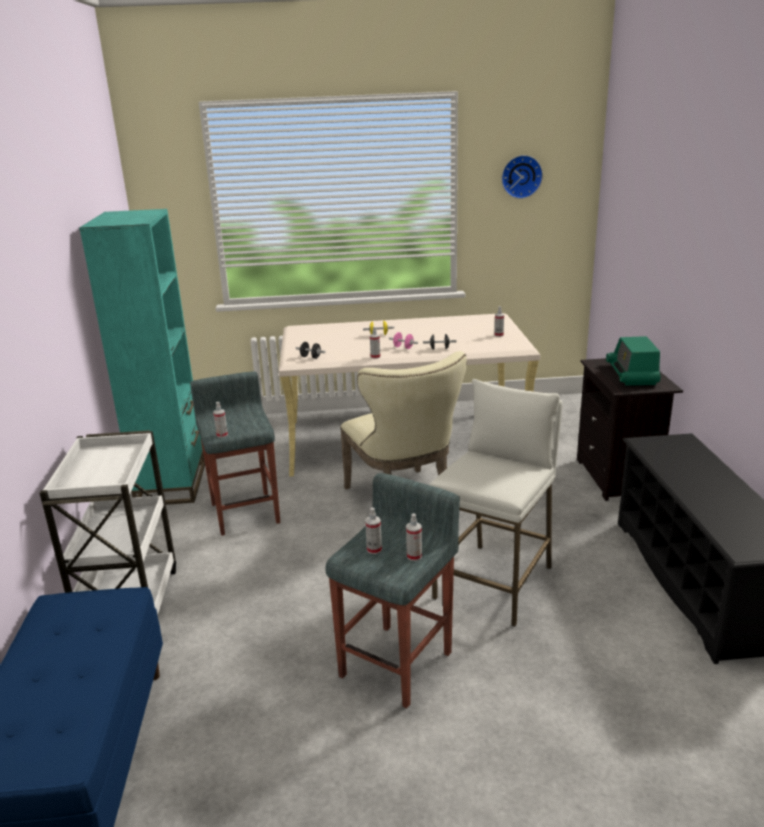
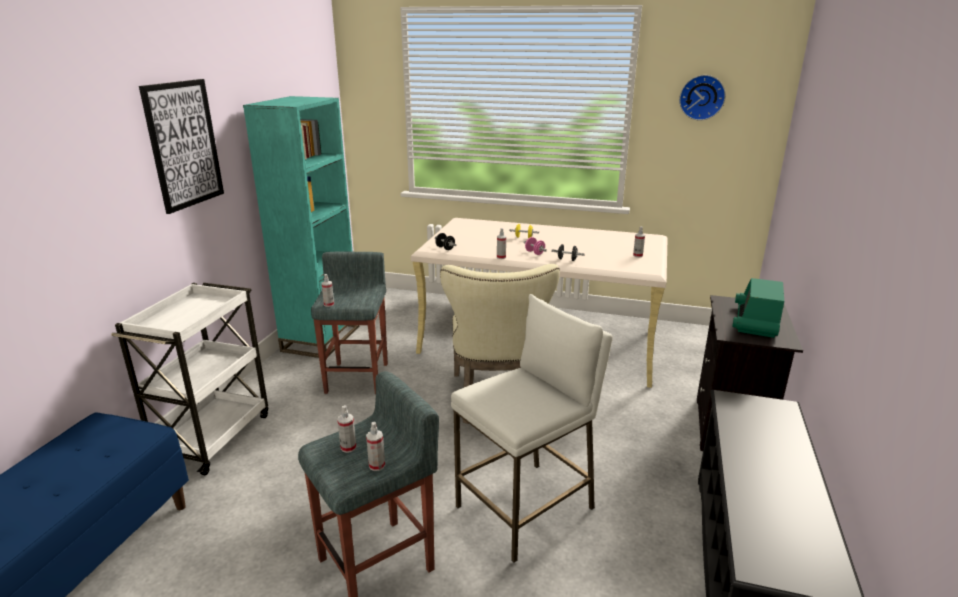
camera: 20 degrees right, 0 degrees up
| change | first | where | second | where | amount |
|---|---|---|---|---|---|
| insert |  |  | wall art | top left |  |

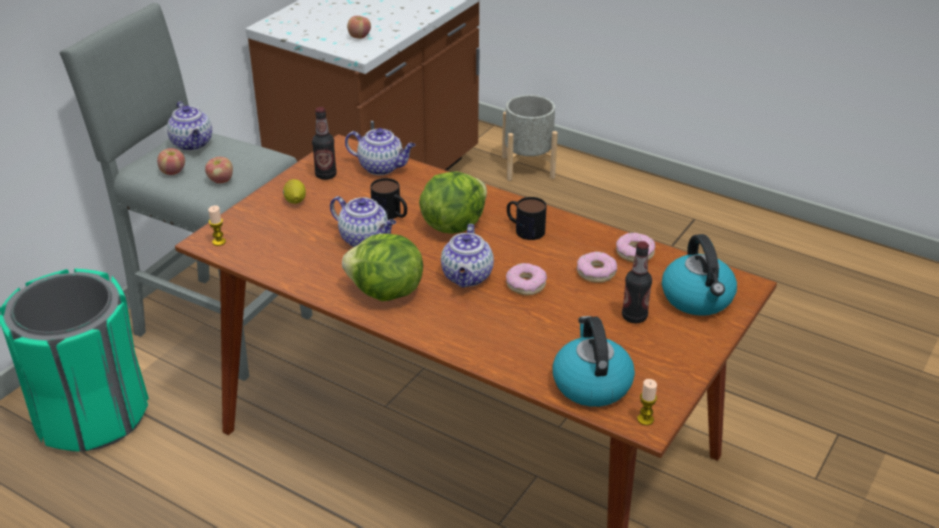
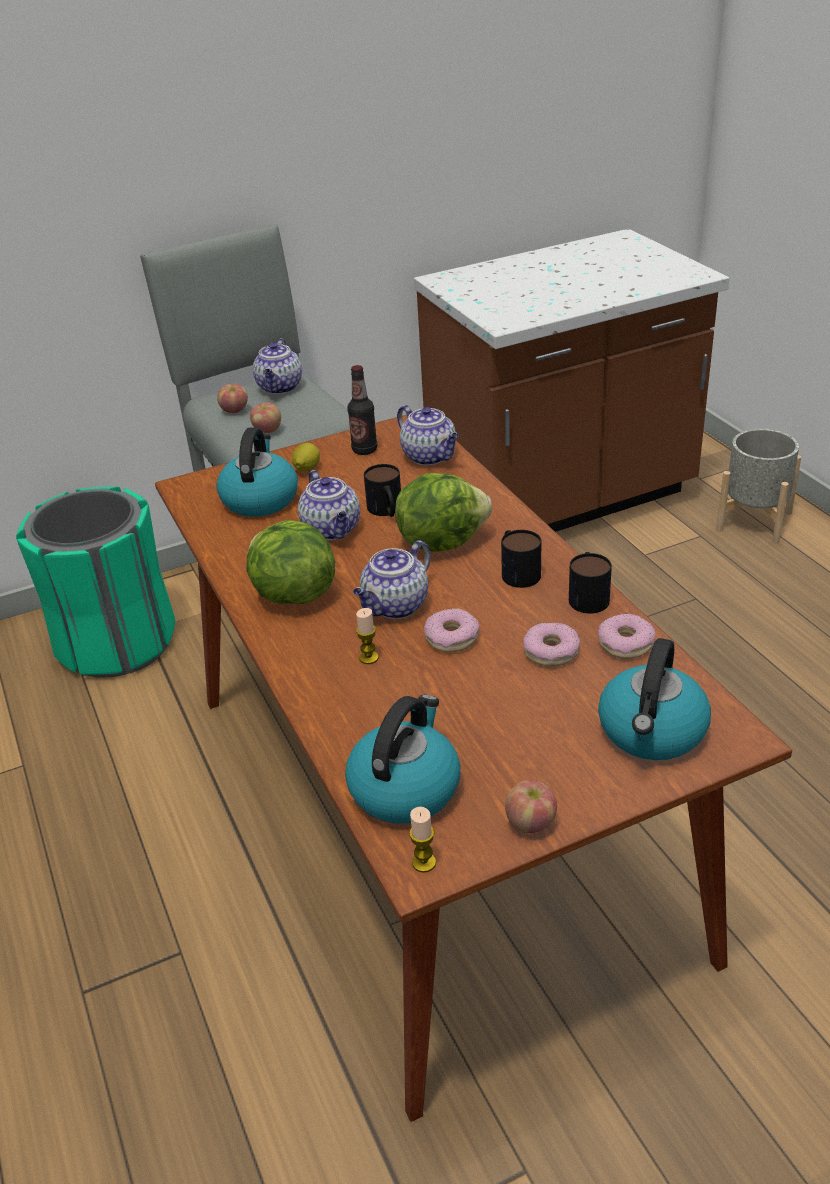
camera: 35 degrees right, 0 degrees up
| change | first | where | second | where | amount |
|---|---|---|---|---|---|
| move | whole apple (3rd from left) | top centre |  | bottom centre |  |
| move | candle (1st from left) | middle left |  | centre |  |
| delete | drink bottle (2nd from left) | middle right |  |  |  |
| insert |  |  | water kettle (1st from left) | middle left |  |
| insert |  |  | mug (3rd from left) | middle right |  |

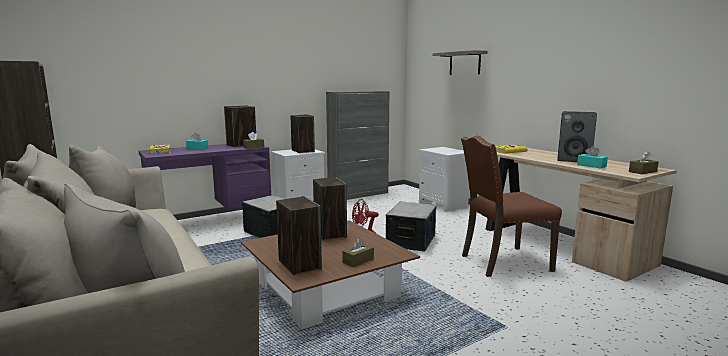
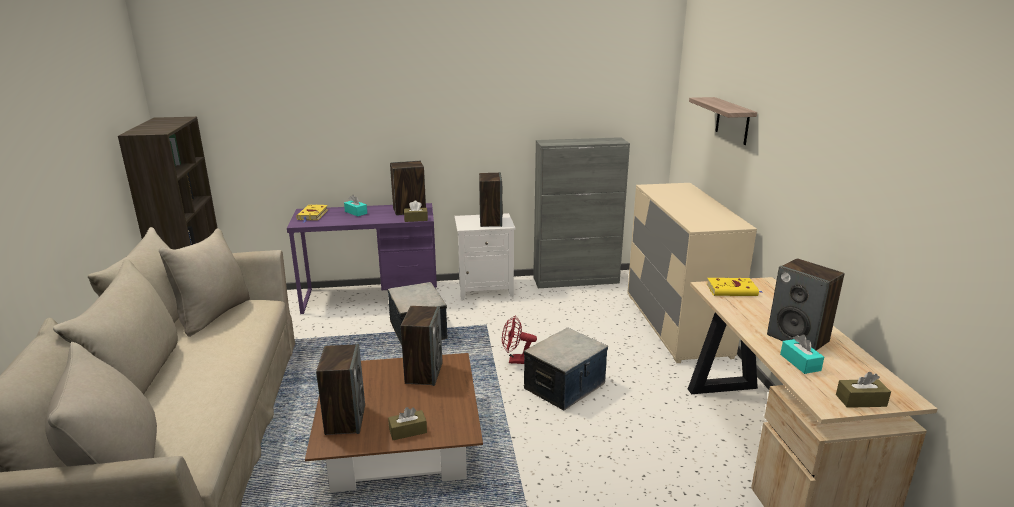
camera: 25 degrees right, 10 degrees up
| change | first | where | second | where | amount |
|---|---|---|---|---|---|
| delete | brownish upright chair | middle right |  |  |  |
| replace | whitish night table (2nd from left) | centre | beige-coloured drawer chest | middle right |  |

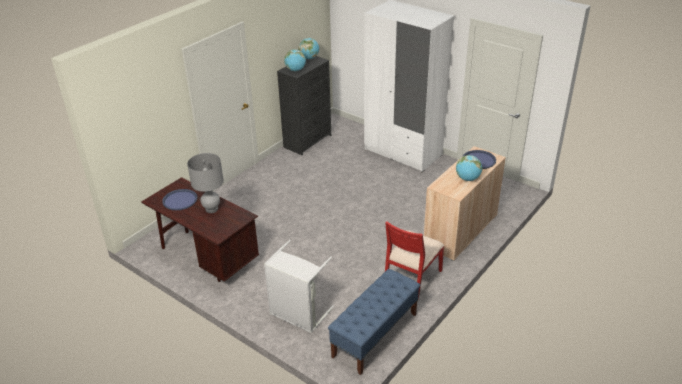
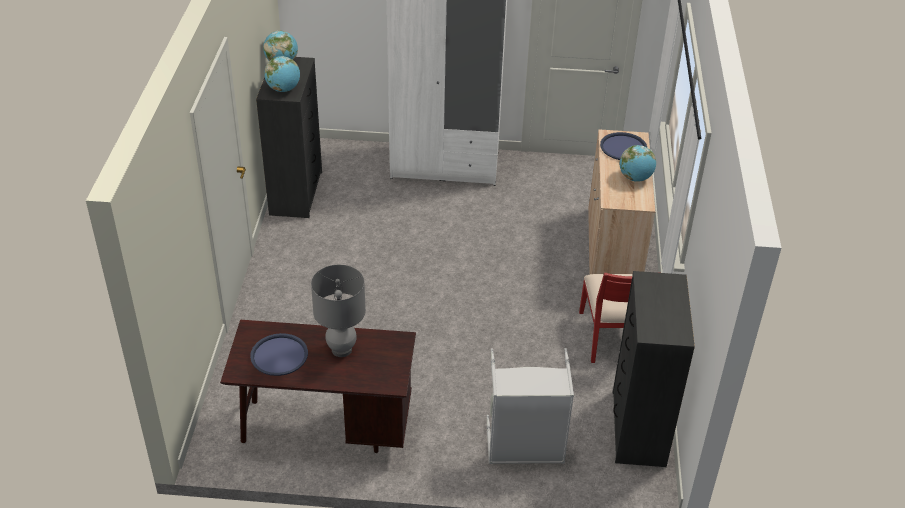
camera: 35 degrees left, 5 degrees up
| change | first | where | second | where | amount |
|---|---|---|---|---|---|
| replace | blue indoor bench | bottom centre | blackish drawer chest (2nd from left) | bottom right |  |

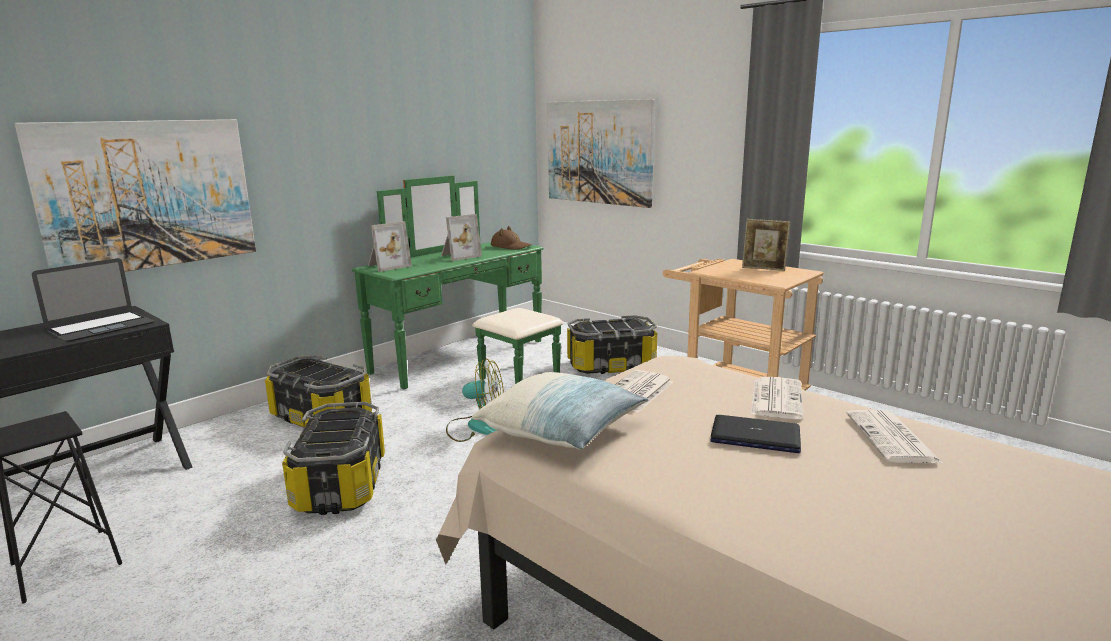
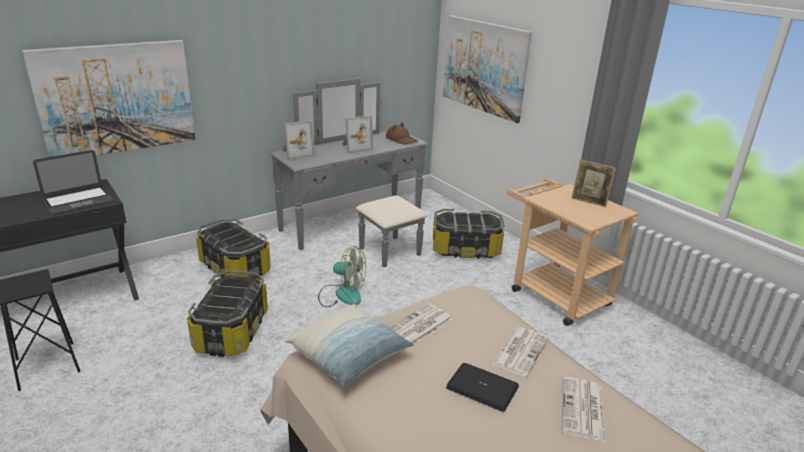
camera: 10 degrees right, 10 degrees up
| change | first | where | second | where | amount |
|---|---|---|---|---|---|
| recolor | greenish drawer chest | centre | gray drawer chest | centre |  |

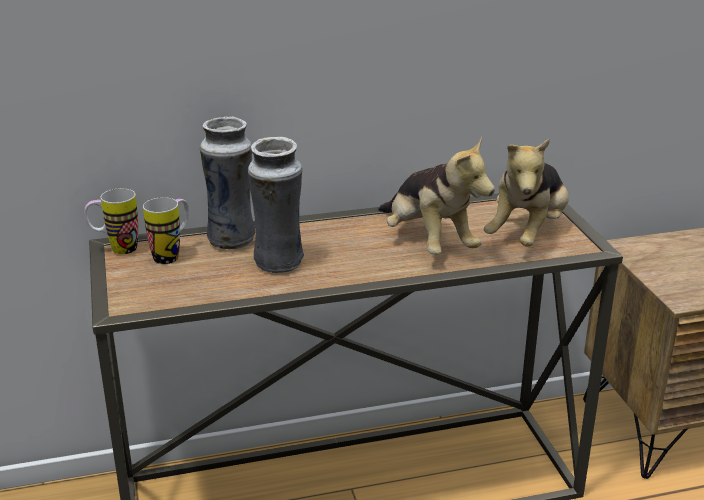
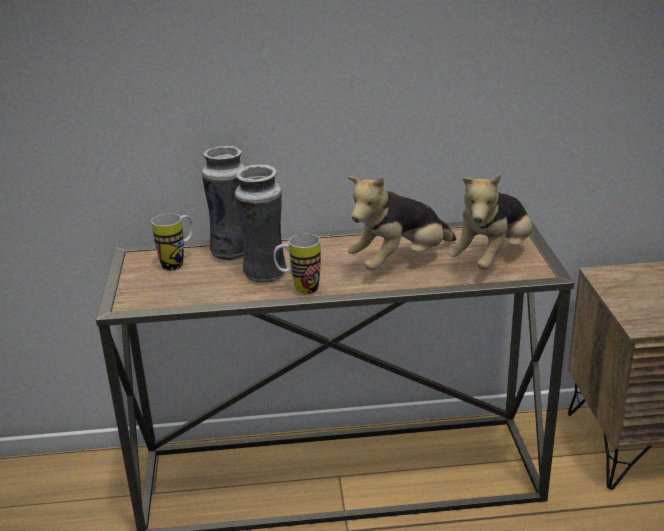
camera: 10 degrees right, 0 degrees up
| change | first | where | second | where | amount |
|---|---|---|---|---|---|
| rotate | plush toy (1st from left) | centre |  | centre | 75 degrees clockwise |
| move | mug (1st from left in the first image) | middle left | mug (2nd from left) | centre |  |

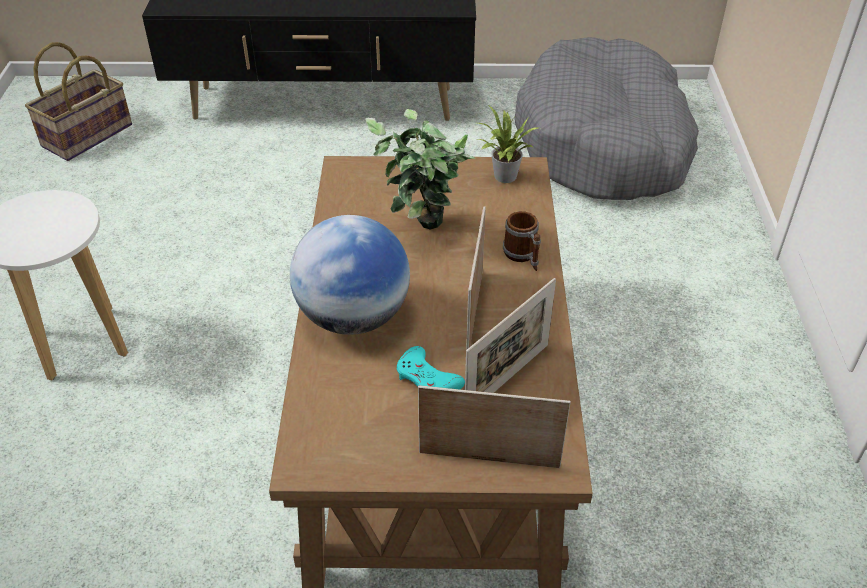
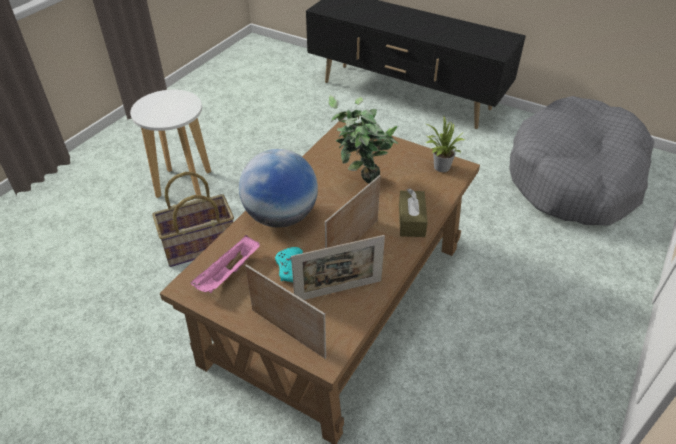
camera: 30 degrees right, 0 degrees up
| change | first | where | second | where | amount |
|---|---|---|---|---|---|
| move | basket | top left |  | middle left |  |
| replace | mug | centre | brownish box of tissues | centre |  |
| insert |  |  | pink-coloured tray | middle left |  |

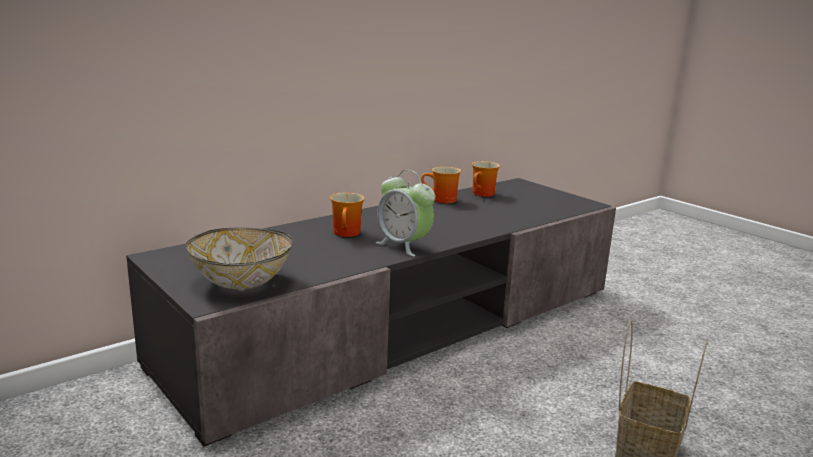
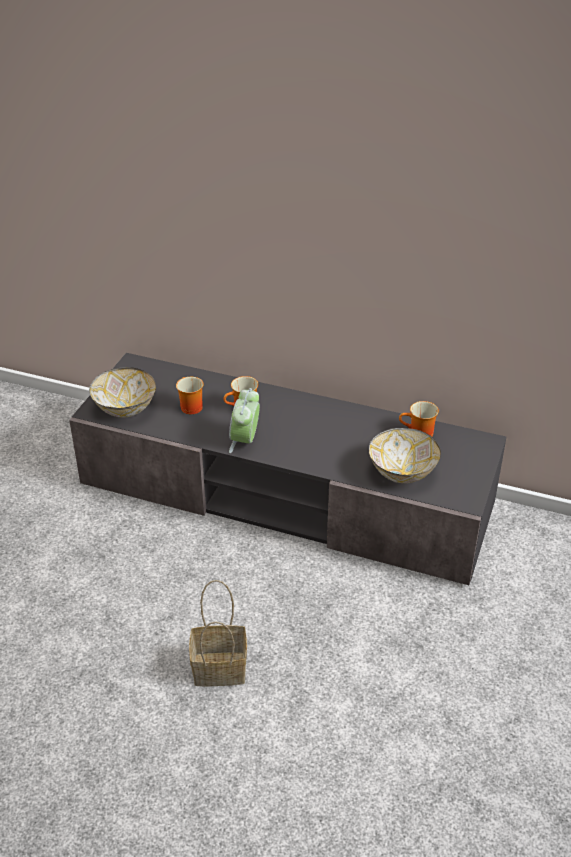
camera: 60 degrees right, 20 degrees up
| change | first | where | second | where | amount |
|---|---|---|---|---|---|
| move | mug (2nd from left in the first image) | centre | mug (1st from left) | middle left |  |
| insert |  |  | bowl (2nd from left) | middle right |  |

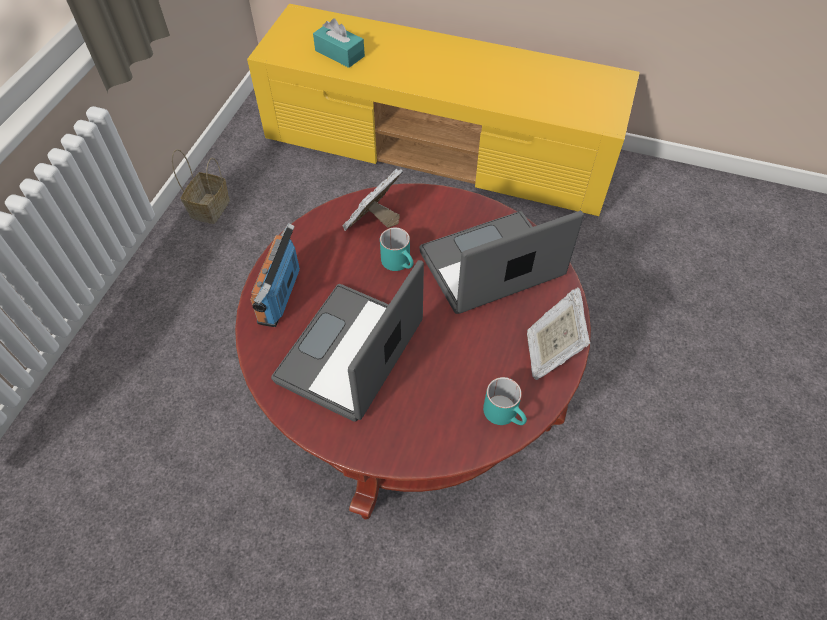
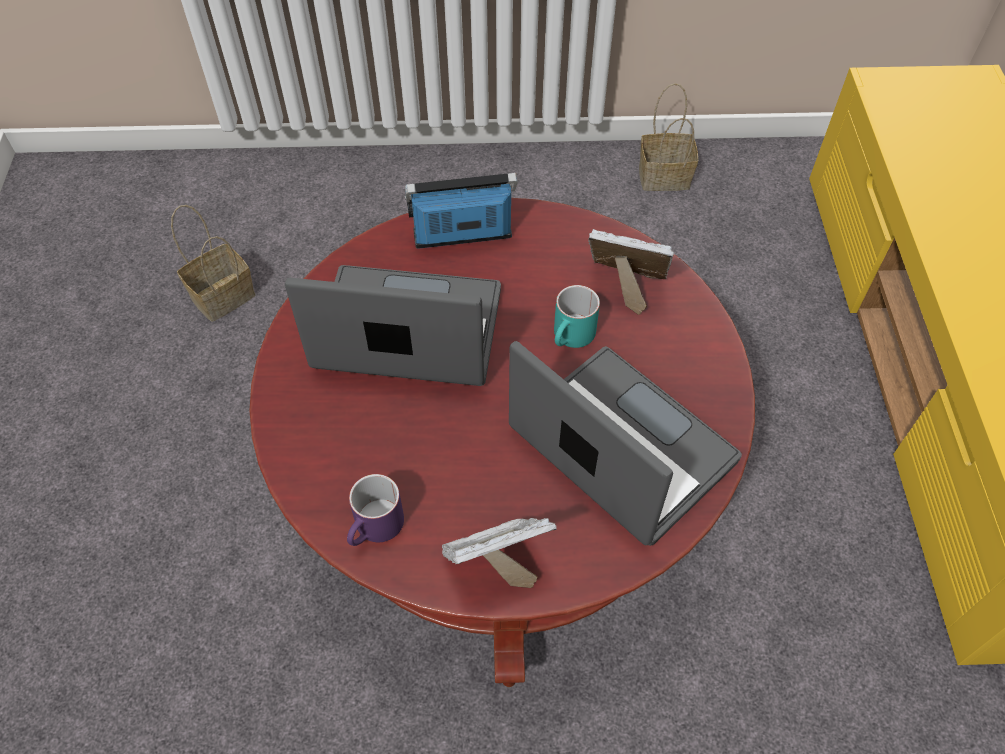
camera: 70 degrees right, 0 degrees up
| change | first | where | second | where | amount |
|---|---|---|---|---|---|
| delete | blue-green box of tissues | top centre |  |  |  |
| recolor | blue-green mug (2nd from left) | centre | purple mug | bottom centre |  |
| insert |  |  | basket (1st from left) | middle left |  |

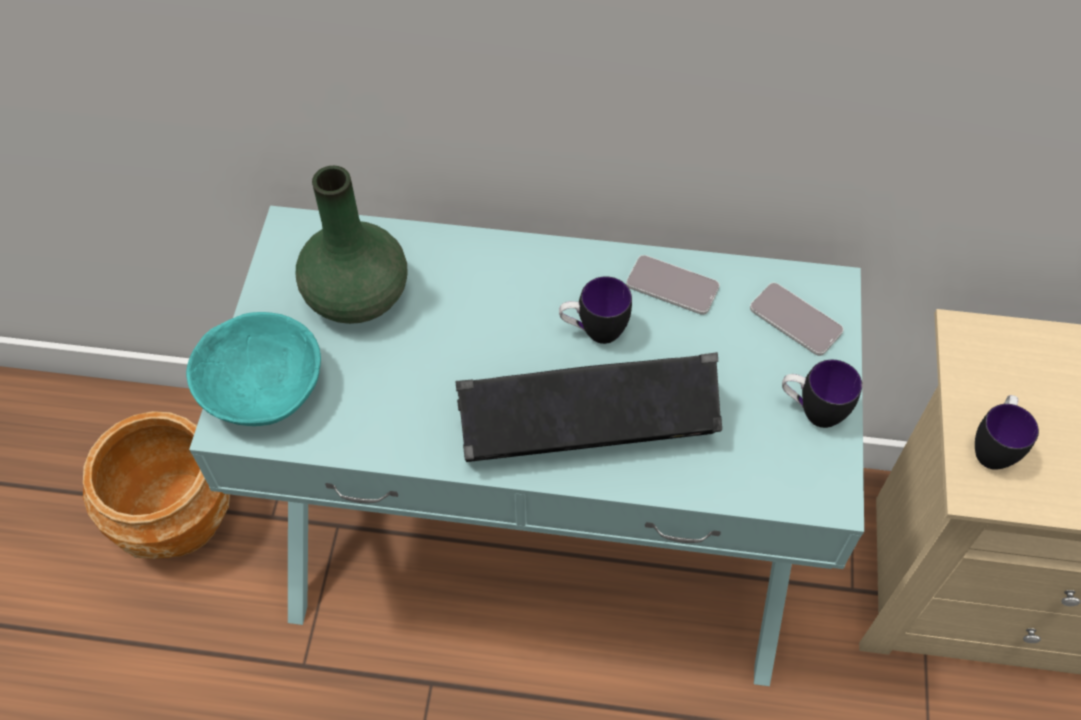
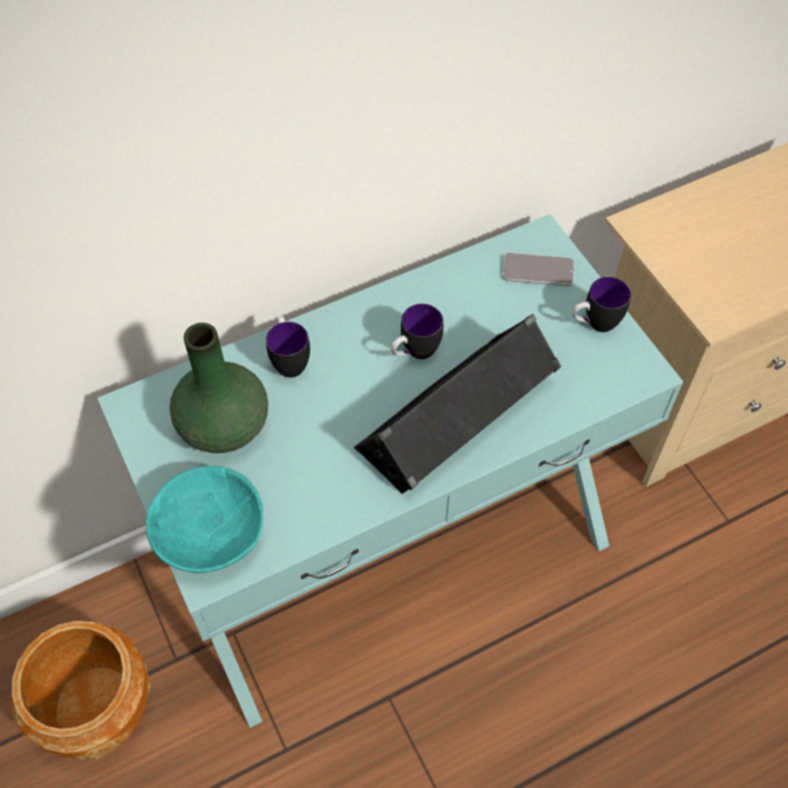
camera: 35 degrees left, 0 degrees up
| change | first | where | second | where | amount |
|---|---|---|---|---|---|
| delete | handset (1st from left) | centre |  |  |  |
| move | mug (3rd from left in the first image) | middle right | mug (1st from left) | centre |  |

